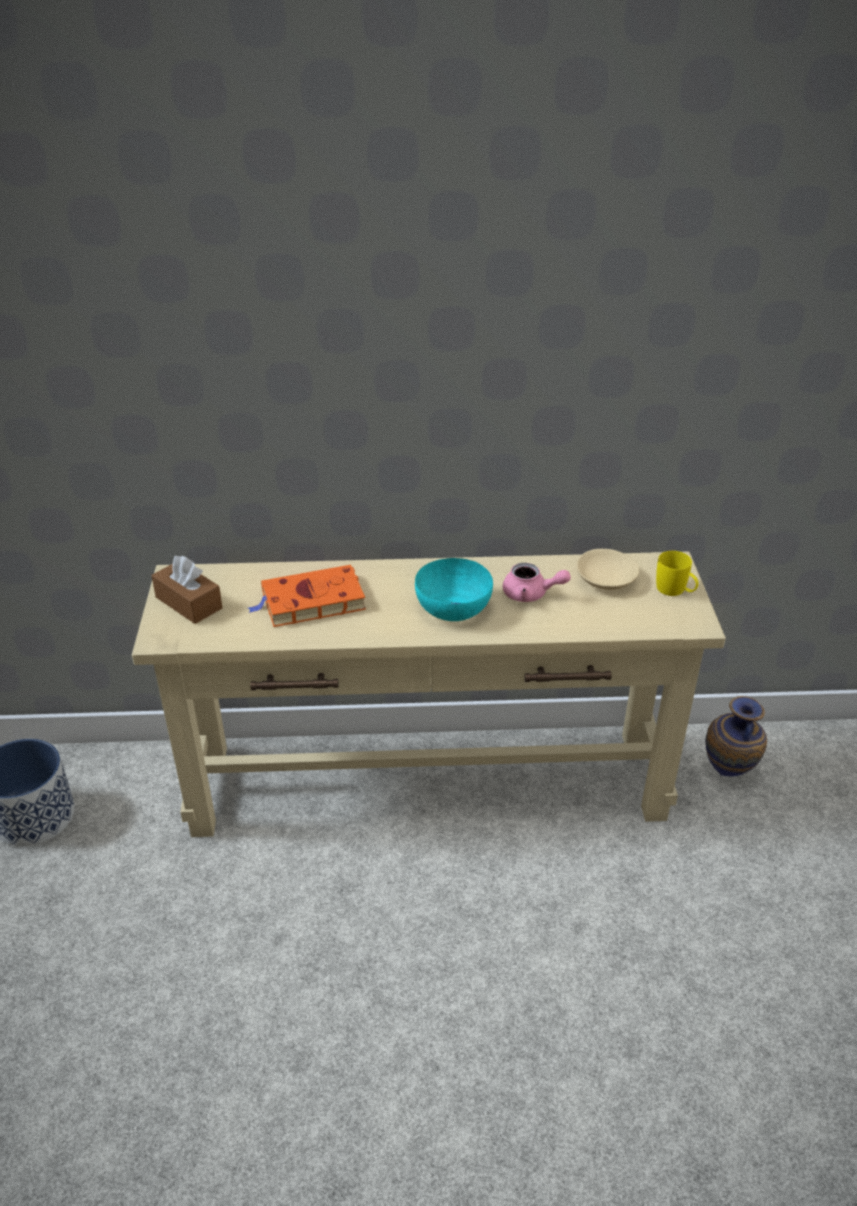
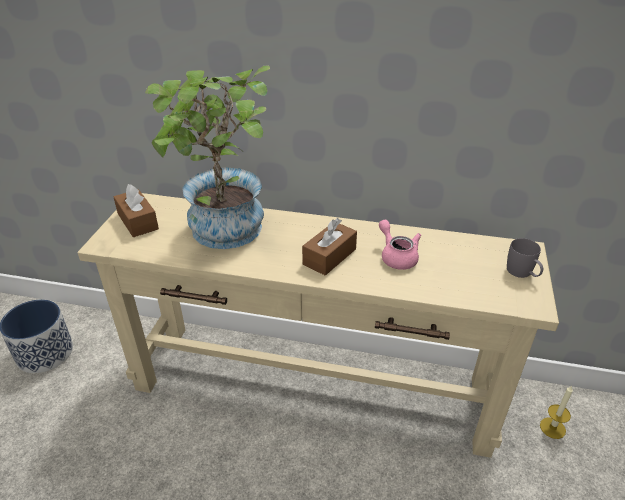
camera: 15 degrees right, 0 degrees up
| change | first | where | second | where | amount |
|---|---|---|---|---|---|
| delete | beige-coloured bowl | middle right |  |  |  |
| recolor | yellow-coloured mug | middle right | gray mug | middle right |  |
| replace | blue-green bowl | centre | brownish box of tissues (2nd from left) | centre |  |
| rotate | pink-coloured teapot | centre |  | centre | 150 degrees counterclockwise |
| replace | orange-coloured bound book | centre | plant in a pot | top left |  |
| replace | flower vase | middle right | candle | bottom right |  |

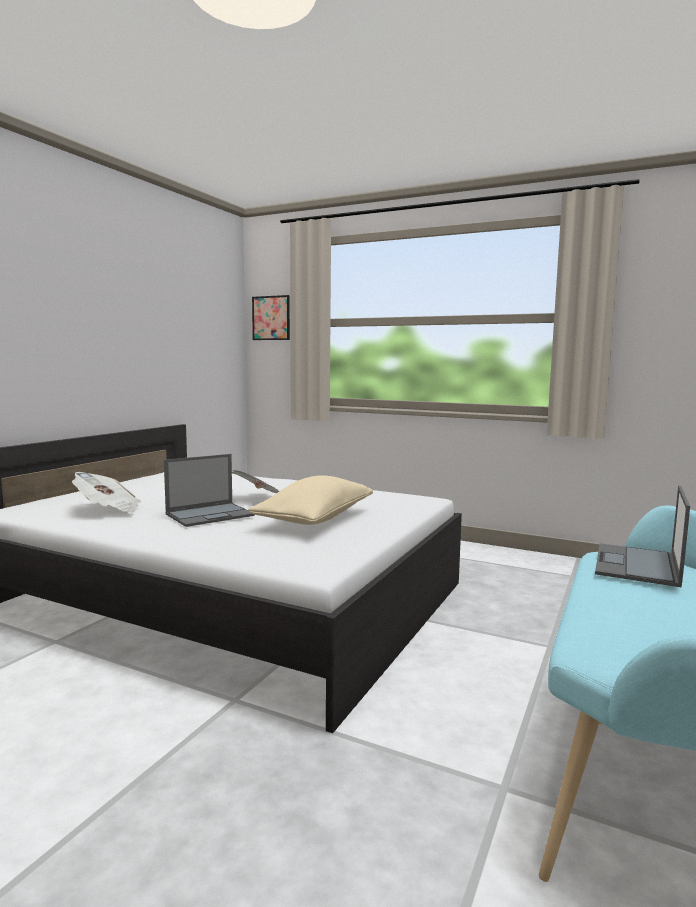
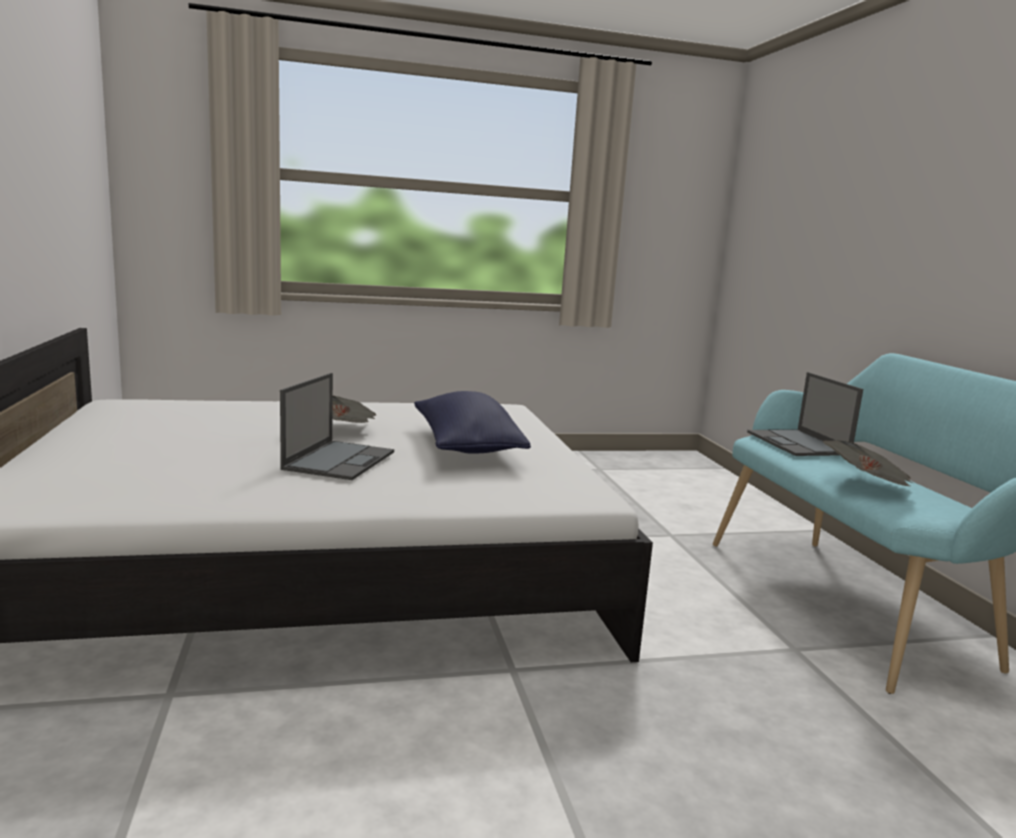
camera: 40 degrees left, 5 degrees up
| change | first | where | second | where | amount |
|---|---|---|---|---|---|
| delete | wall art | centre |  |  |  |
| move | newspaper (1st from left in the first image) | middle left | newspaper (2nd from left) | middle right |  |
| recolor | beige-coloured pillow | centre | blue pillow | centre |  |

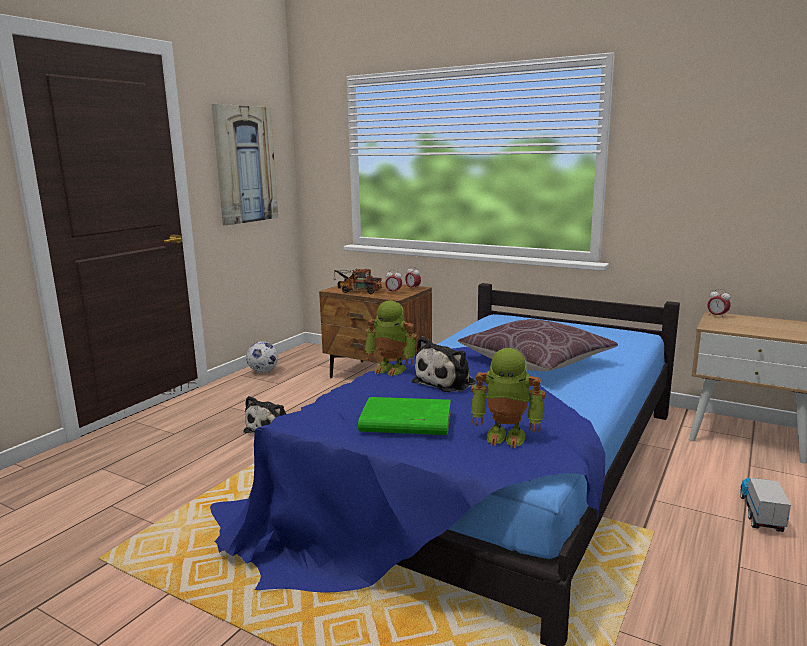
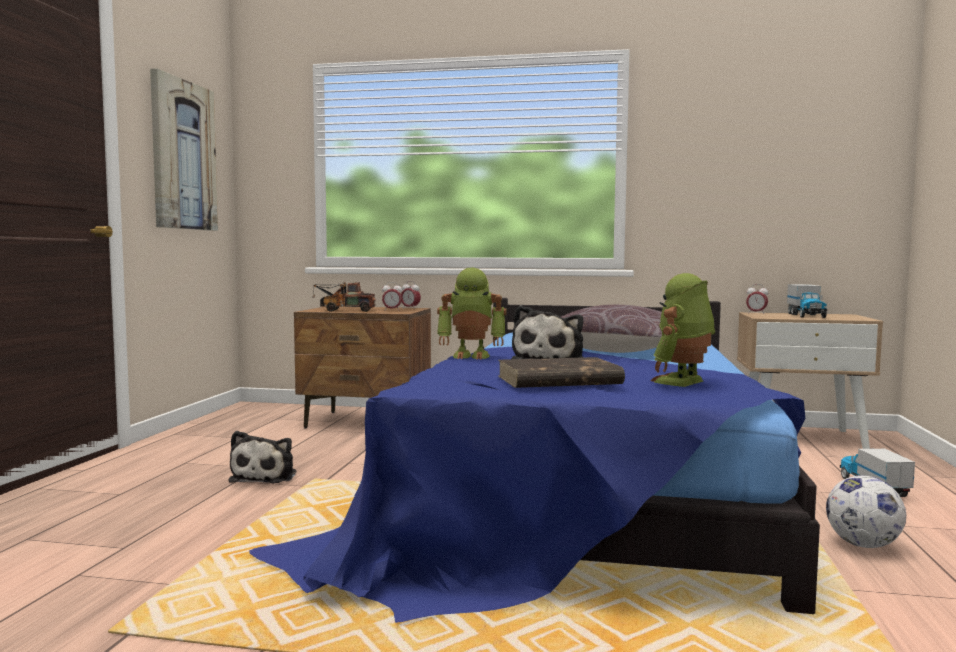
camera: 20 degrees left, 10 degrees down
| change | first | where | second | where | amount |
|---|---|---|---|---|---|
| move | ball for football | middle left |  | bottom right |  |
| rotate | model robot (2nd from left) | centre |  | middle right | 135 degrees clockwise |
| recolor | greenish bound book | centre | brownish bound book | centre |  |
| insert |  |  | toy truck (2nd from left) | middle right |  |

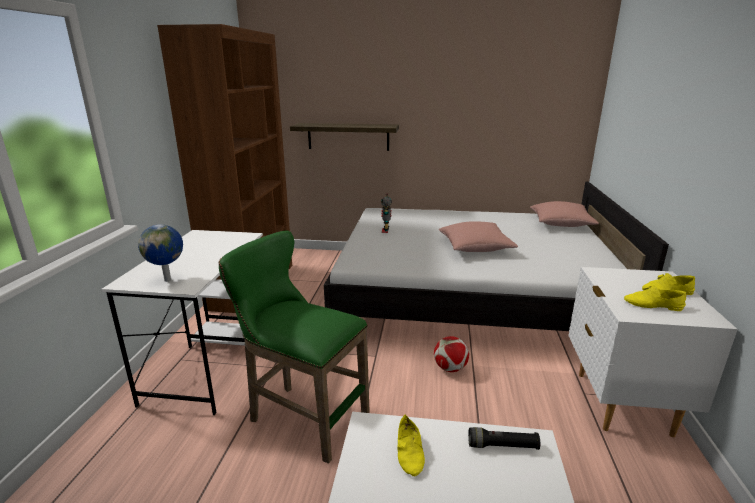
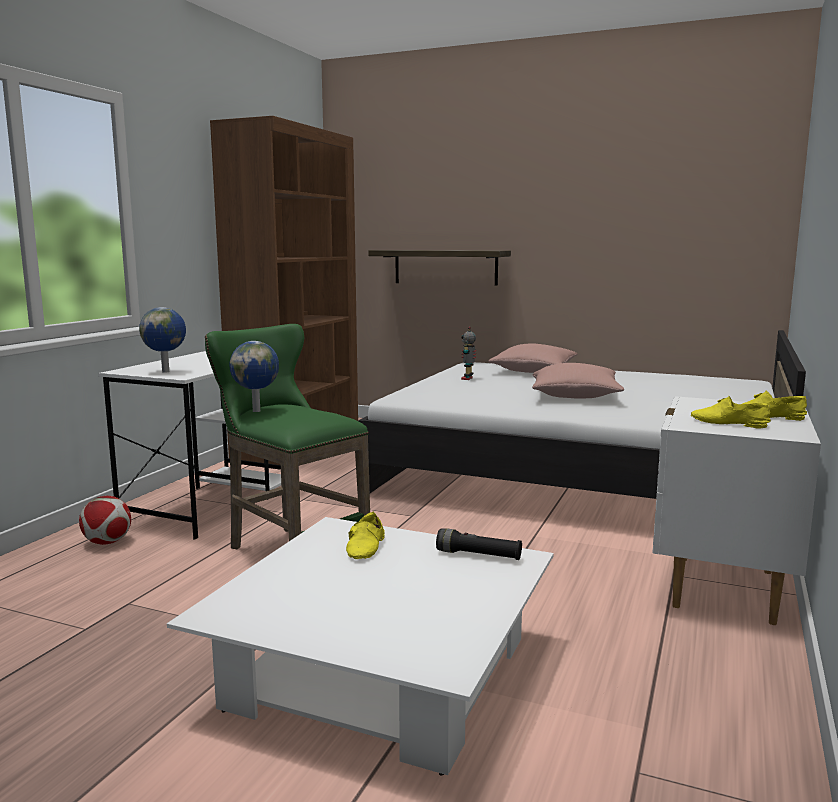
camera: 15 degrees right, 10 degrees down
| change | first | where | second | where | amount |
|---|---|---|---|---|---|
| move | pink-coloured pillow (2nd from left in the first image) | middle right | pink-coloured pillow (1st from left) | centre |  |
| move | ball for football | bottom centre |  | middle left |  |
| insert |  |  | globe (2nd from left) | middle left |  |

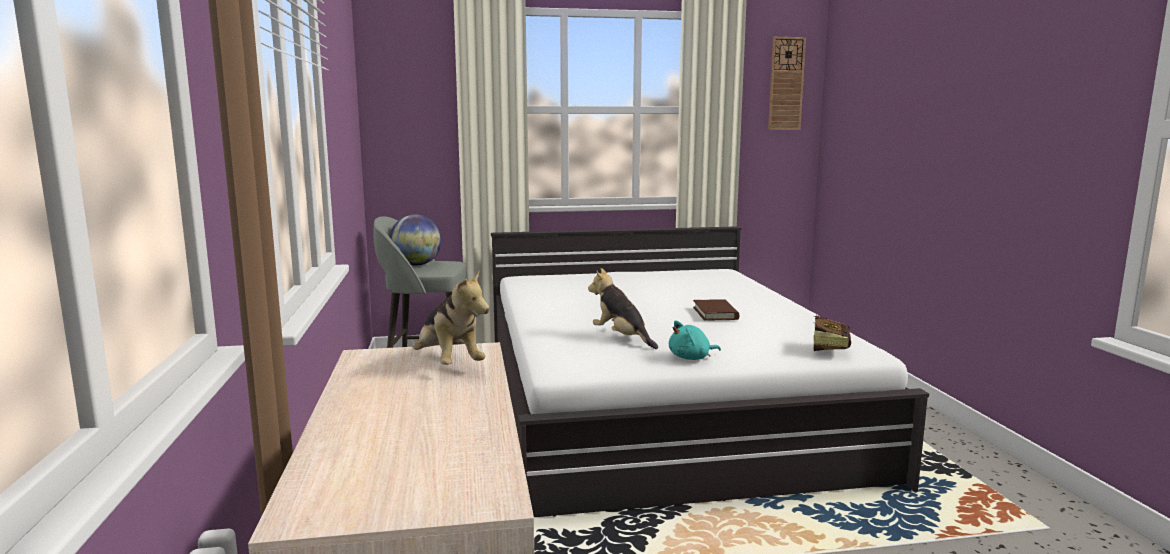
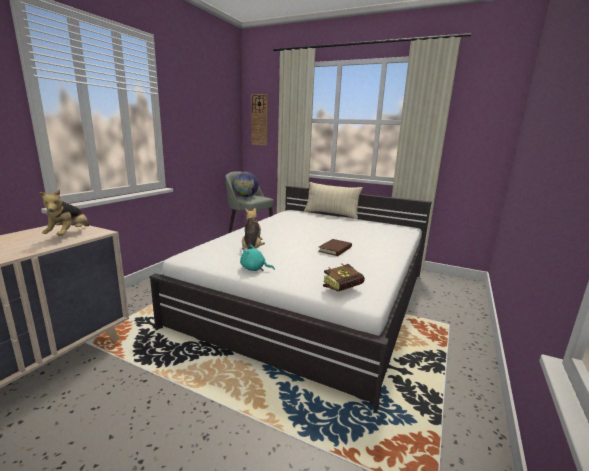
camera: 35 degrees right, 5 degrees up
| change | first | where | second | where | amount |
|---|---|---|---|---|---|
| move | wall clock | top right |  | top centre |  |
| insert |  |  | beige-coloured pillow | centre |  |

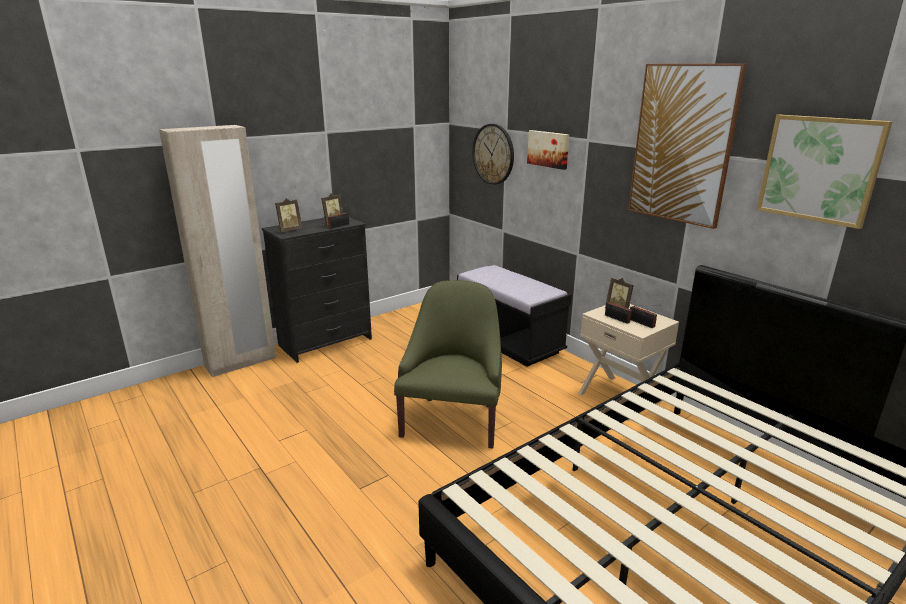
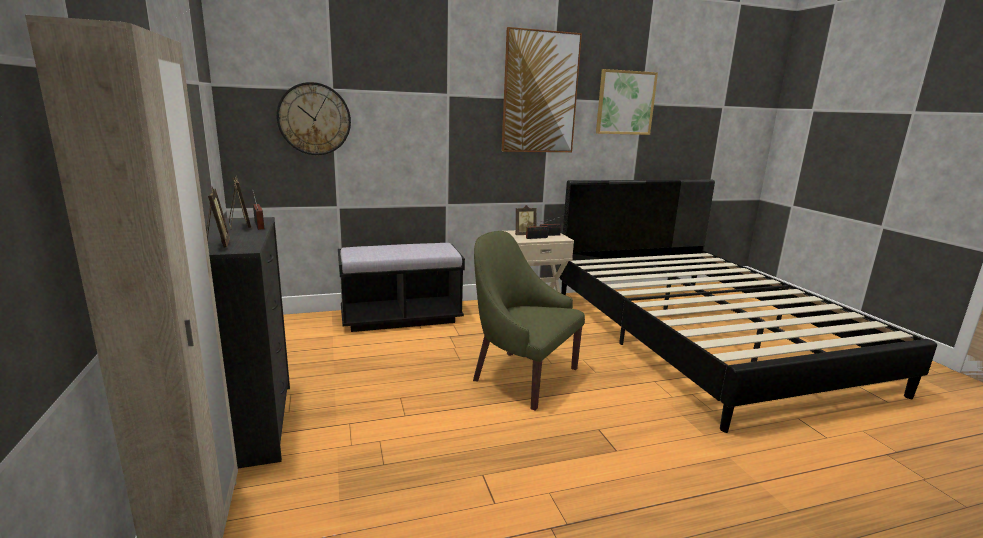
camera: 70 degrees left, 5 degrees down
| change | first | where | second | where | amount |
|---|---|---|---|---|---|
| delete | wall art (1st from left) | top centre |  |  |  |

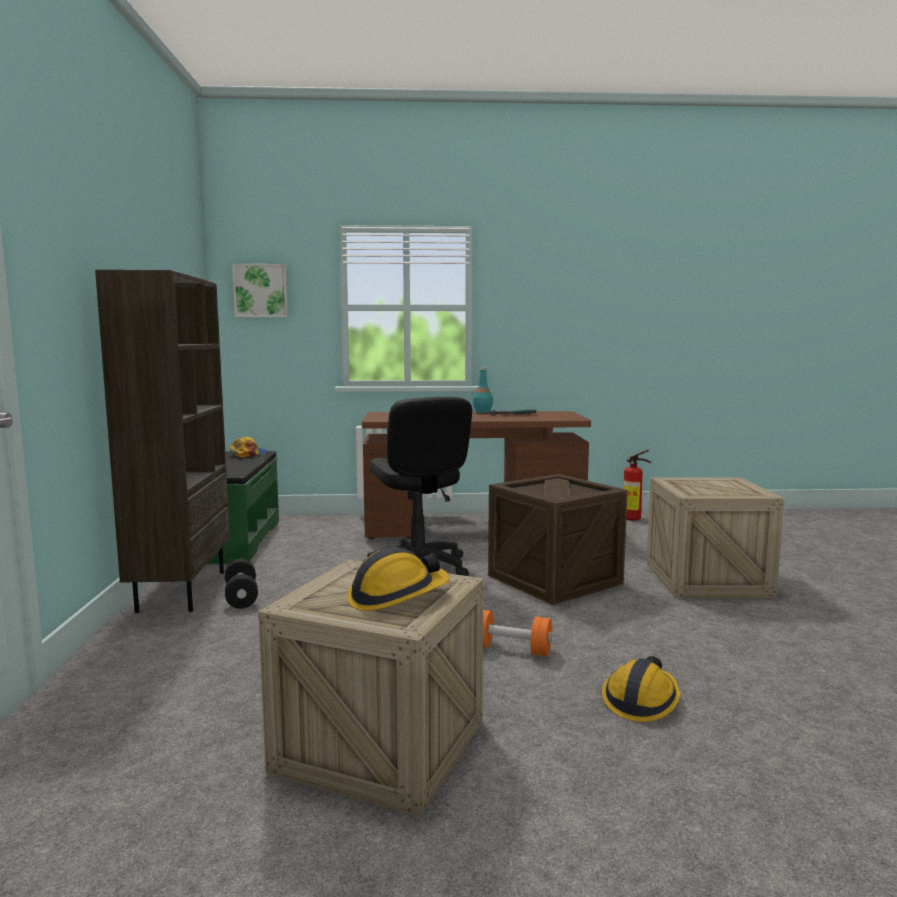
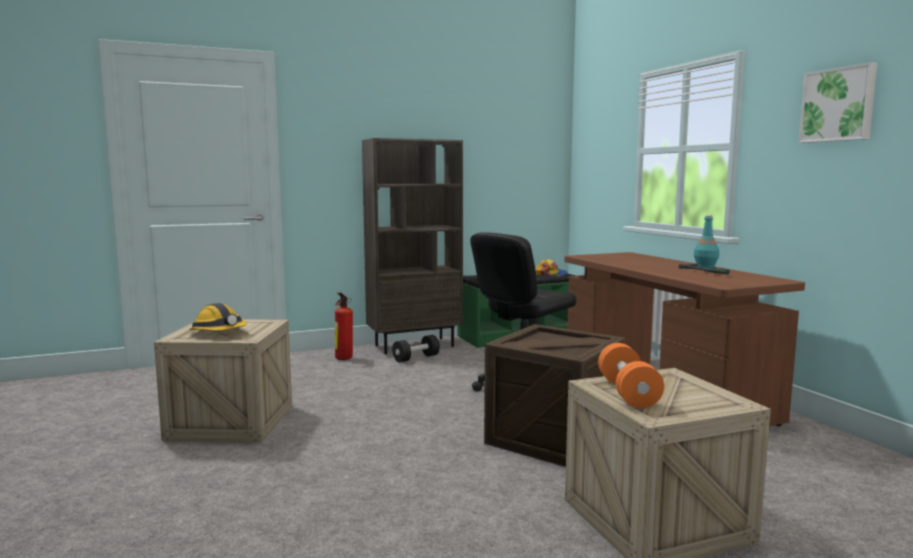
camera: 70 degrees right, 0 degrees up
| change | first | where | second | where | amount |
|---|---|---|---|---|---|
| move | wall art | top left |  | top right |  |
| move | fire extinguisher | middle right |  | centre |  |
| move | orange-coloured hand weight | bottom centre |  | bottom right |  |
| delete | safety helmet (2nd from left) | bottom right |  |  |  |

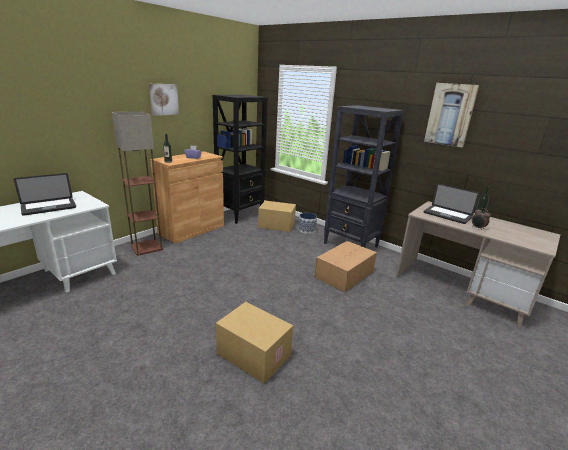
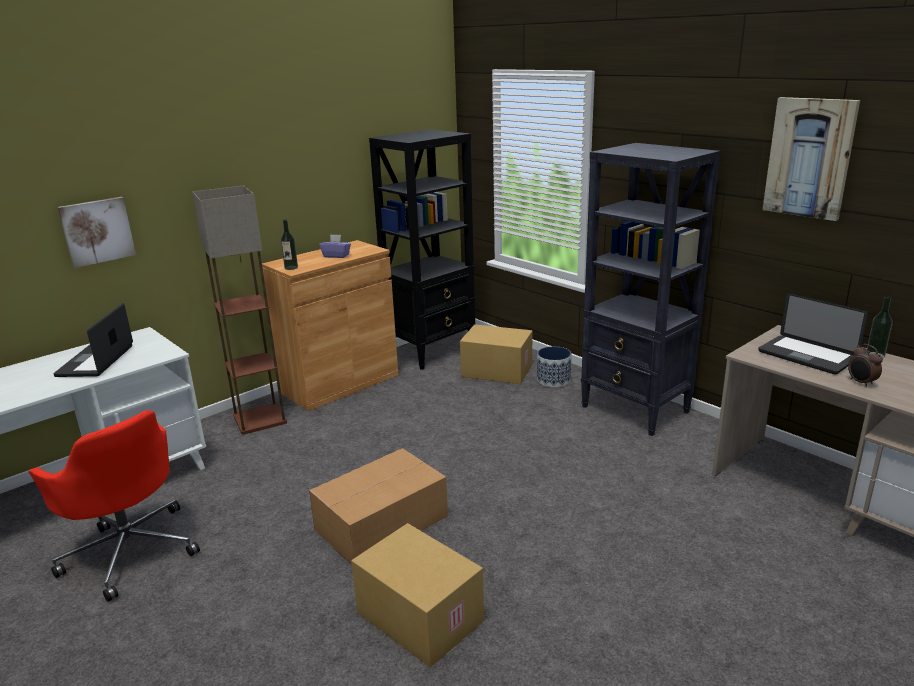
camera: 10 degrees right, 0 degrees up
| change | first | where | second | where | amount |
|---|---|---|---|---|---|
| move | wall art (1st from left) | top left |  | middle left |  |
| rotate | portable computer (1st from left) | middle left |  | middle left | 120 degrees clockwise |
| move | carton (3rd from left in the first image) | centre | carton (1st from left) | bottom centre |  |
| insert |  |  | reddish computer chair | bottom left |  |

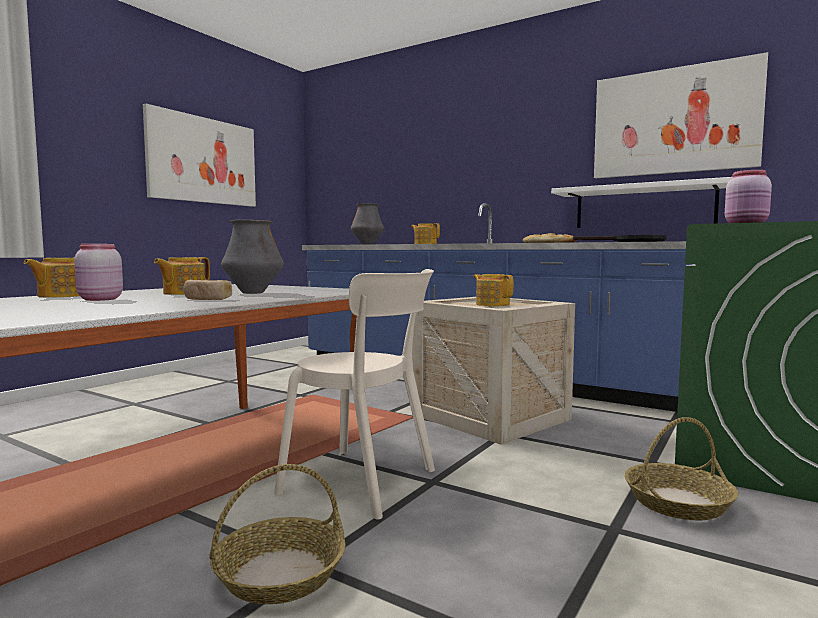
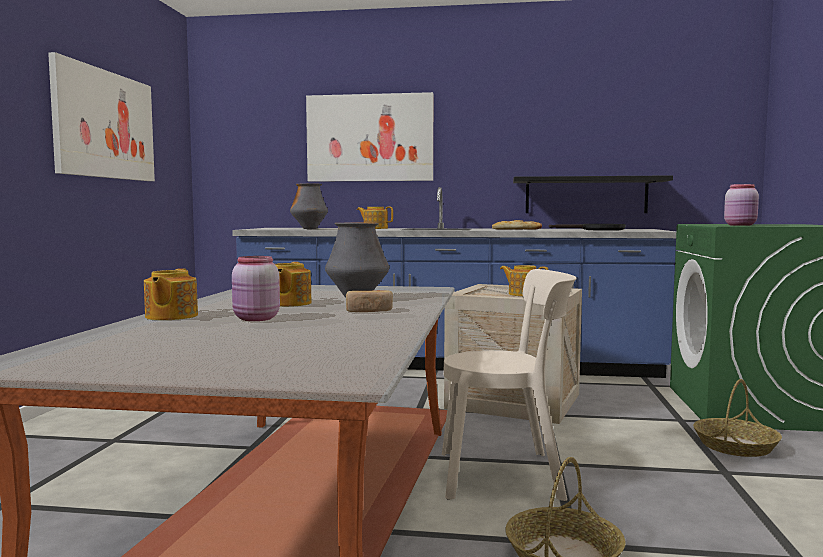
camera: 25 degrees left, 0 degrees up
| change | first | where | second | where | amount |
|---|---|---|---|---|---|
| move | wall art (2nd from left) | top right |  | top centre |  |
| recolor | whitish bracket shelf | top right | blackish bracket shelf | middle right |  |

